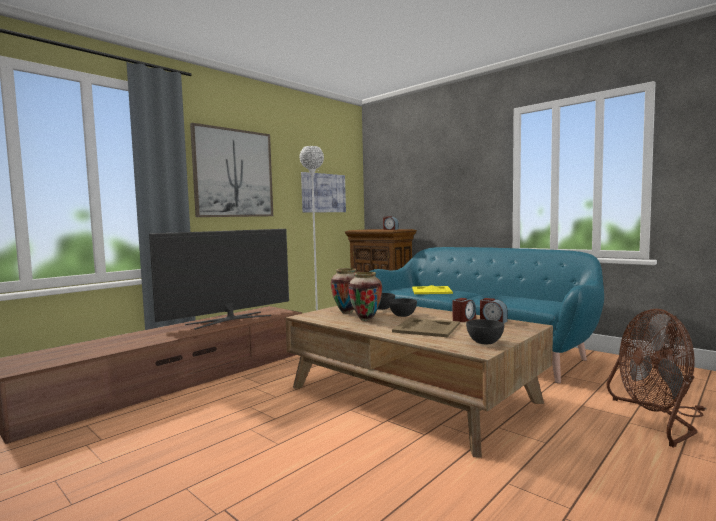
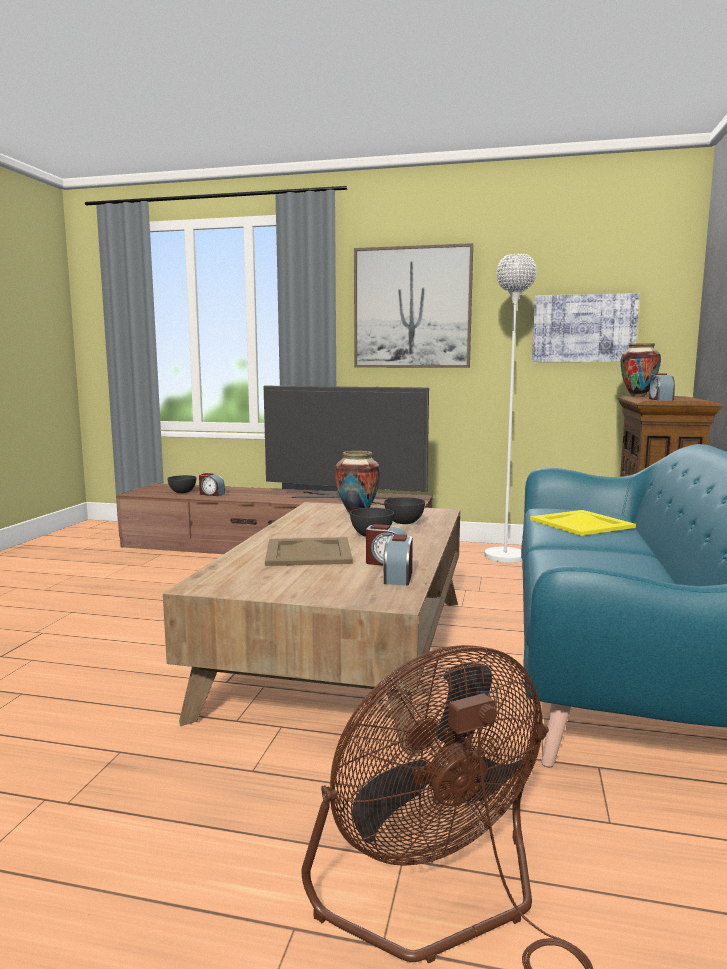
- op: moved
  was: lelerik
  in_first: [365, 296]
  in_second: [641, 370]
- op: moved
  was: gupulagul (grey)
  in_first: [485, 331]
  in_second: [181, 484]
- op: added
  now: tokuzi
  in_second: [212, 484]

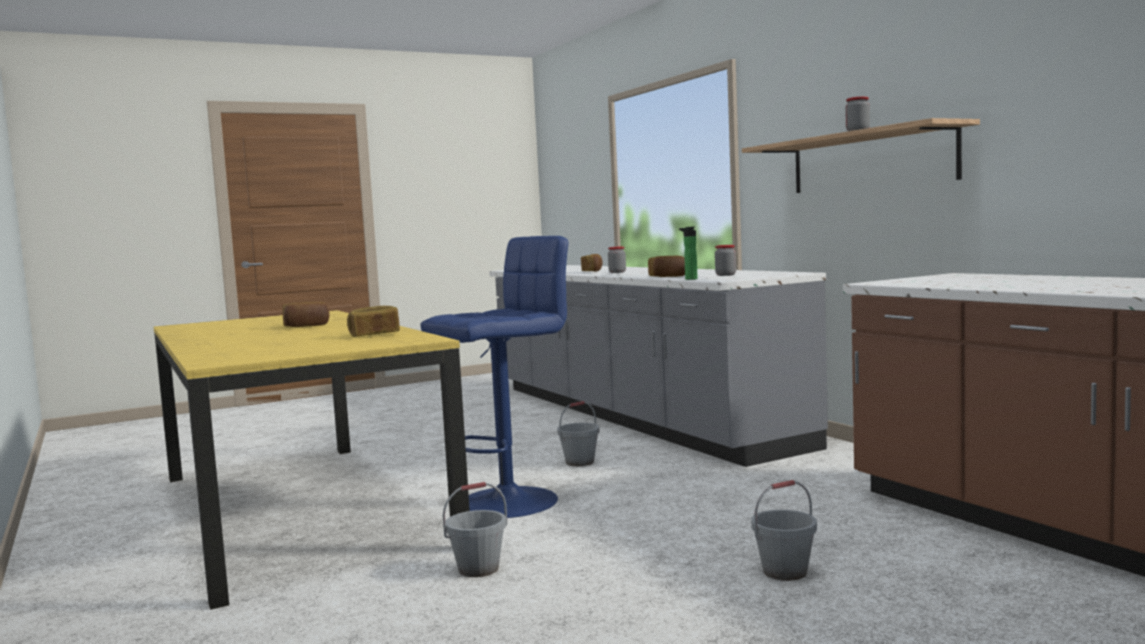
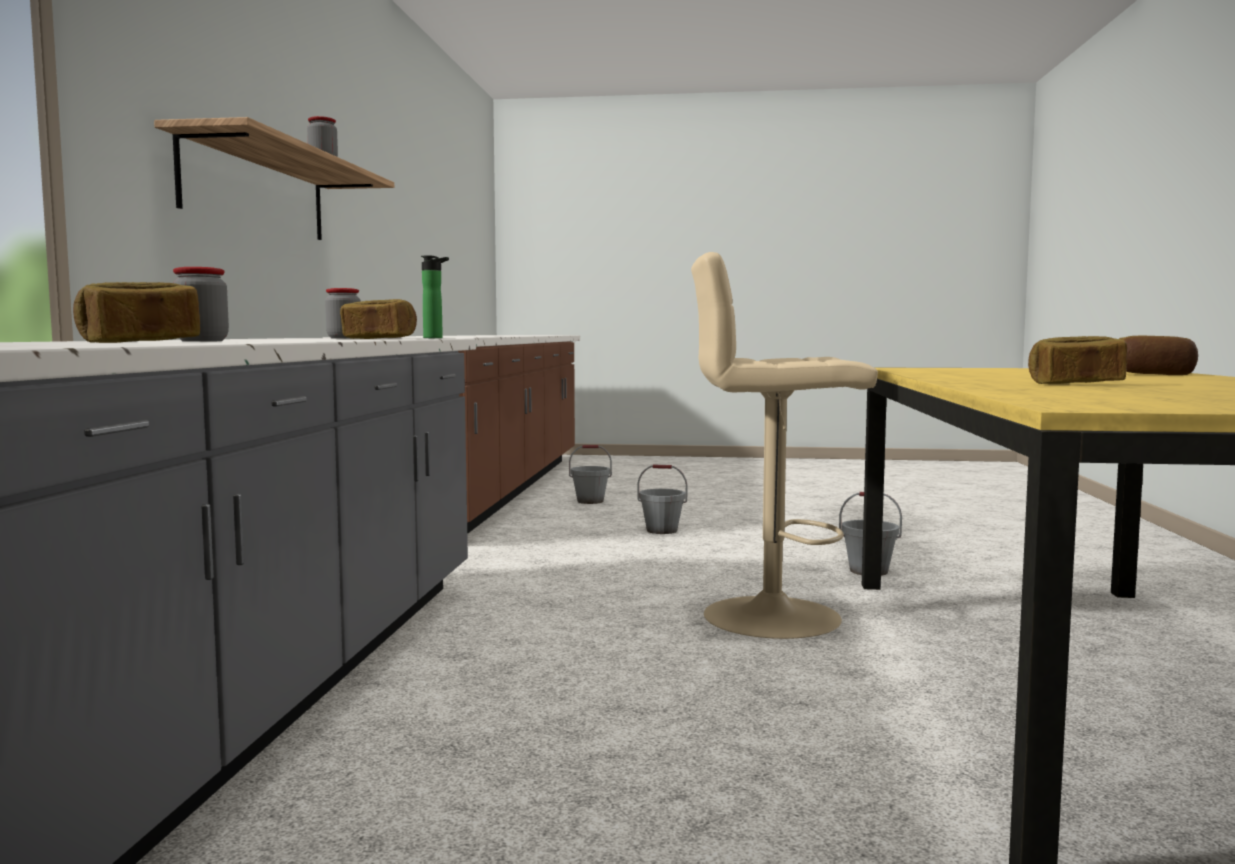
- op: recoloured
  was: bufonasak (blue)
  now: bufonasak (beige)
  in_first: [494, 377]
  in_second: [784, 445]
- op: moved
  was: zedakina
  in_first: [373, 321]
  in_second: [1158, 355]
- op: moved
  was: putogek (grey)
  in_first: [578, 433]
  in_second: [590, 474]

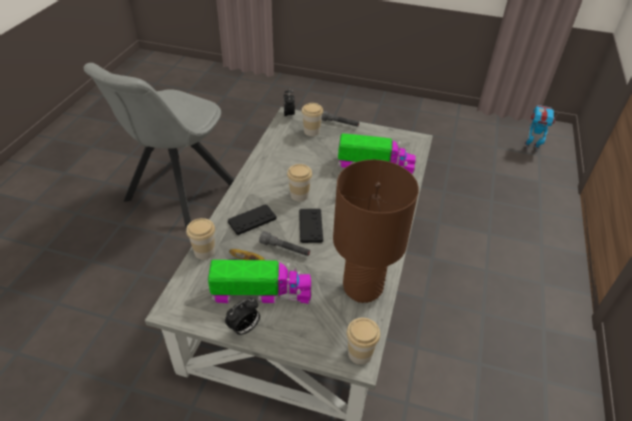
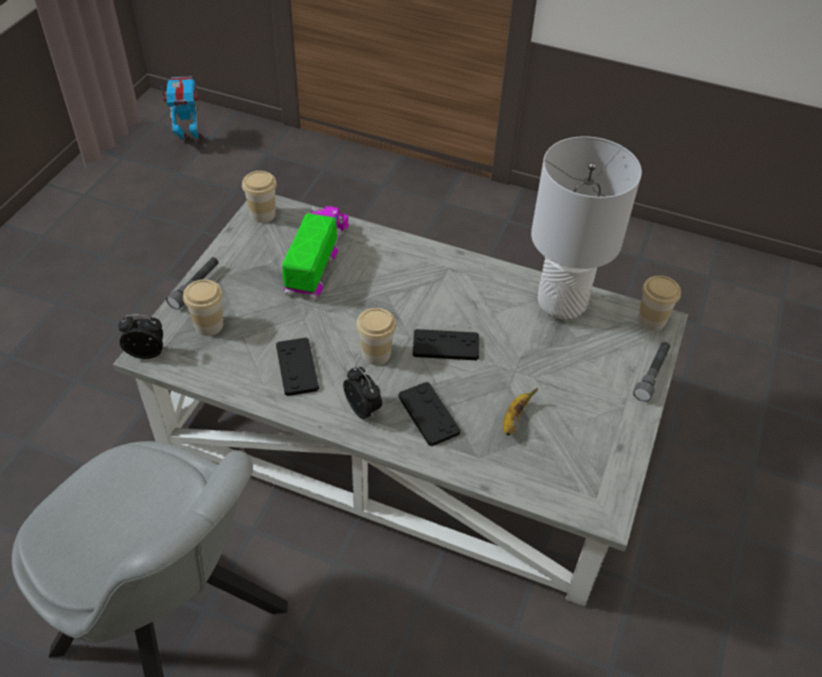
- op: turned
  was: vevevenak
  in_first: [541, 128]
  in_second: [181, 111]
  clockwise: 60
- op: recoloured
  was: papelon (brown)
  now: papelon (grey)
  in_first: [376, 231]
  in_second: [586, 228]
- op: moved
  was: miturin
  in_first: [200, 239]
  in_second: [259, 197]
- op: moved
  was: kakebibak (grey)
  in_first: [284, 243]
  in_second: [651, 372]
- op: removed
  was: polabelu
  in_first: [259, 282]
- op: moved
  was: tokuzi
  in_first: [242, 317]
  in_second: [362, 393]
- op: added
  now: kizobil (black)
  in_second: [297, 366]

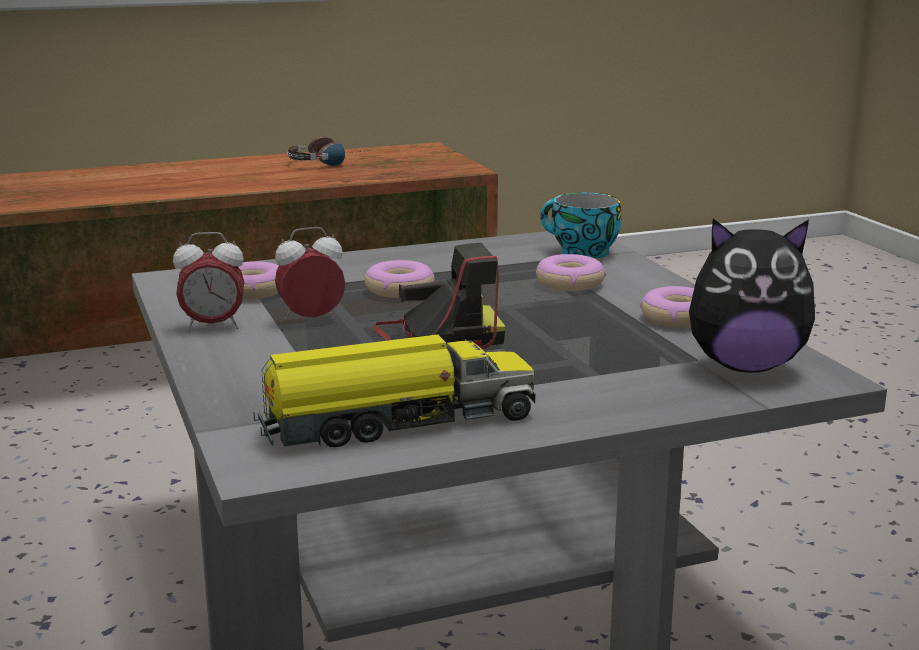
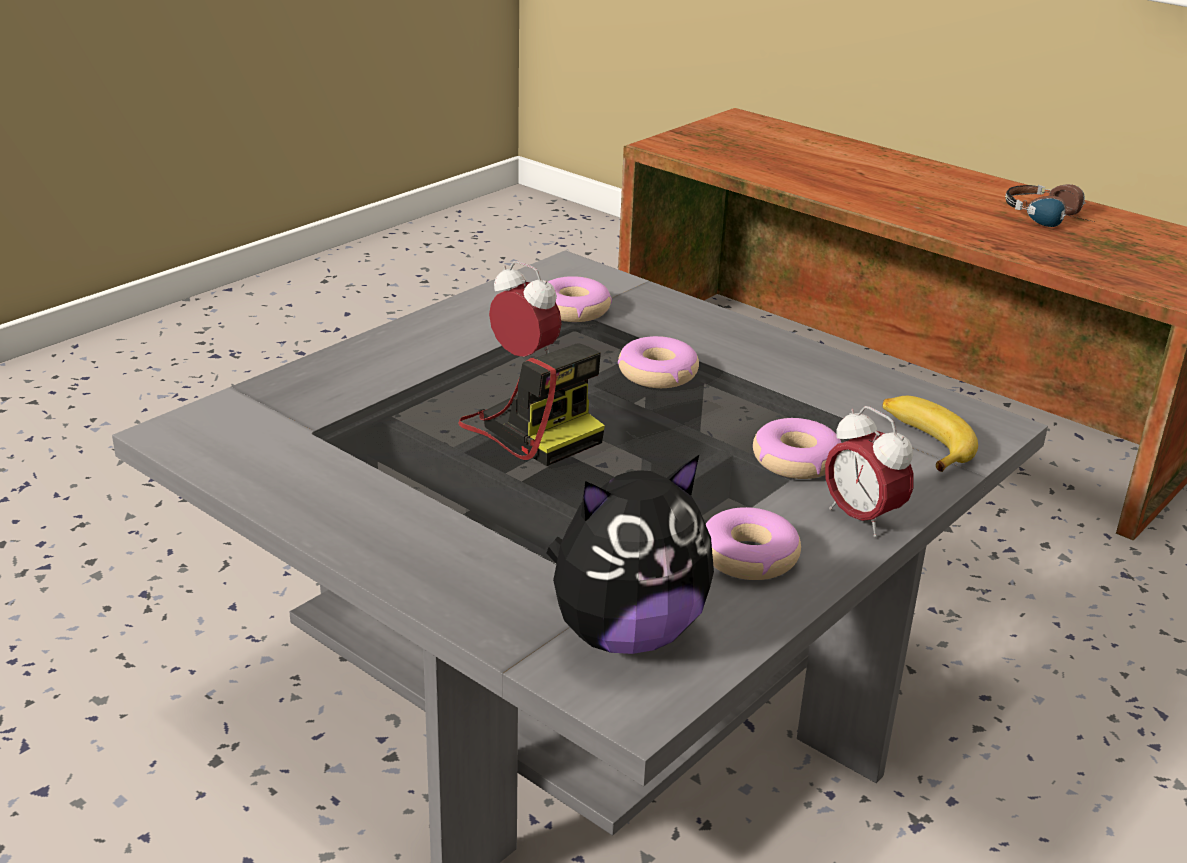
- op: replaced
  was: miturin
  now: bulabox
  in_first: [581, 225]
  in_second: [930, 434]
- op: turned
  was: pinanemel
  in_first: [752, 296]
  in_second: [630, 554]
  clockwise: -90
- op: moved
  was: tokuzi
  in_first: [208, 281]
  in_second: [869, 472]
- op: removed
  was: polabelu
  in_first: [395, 390]

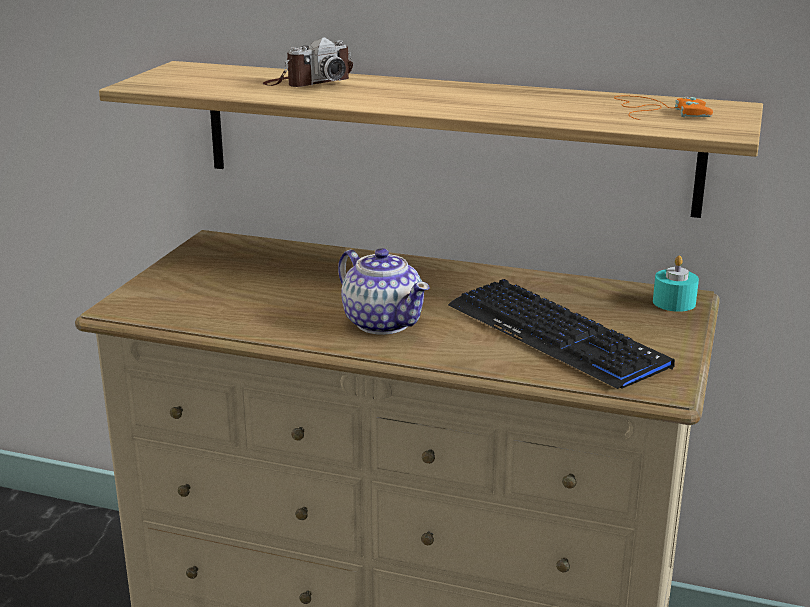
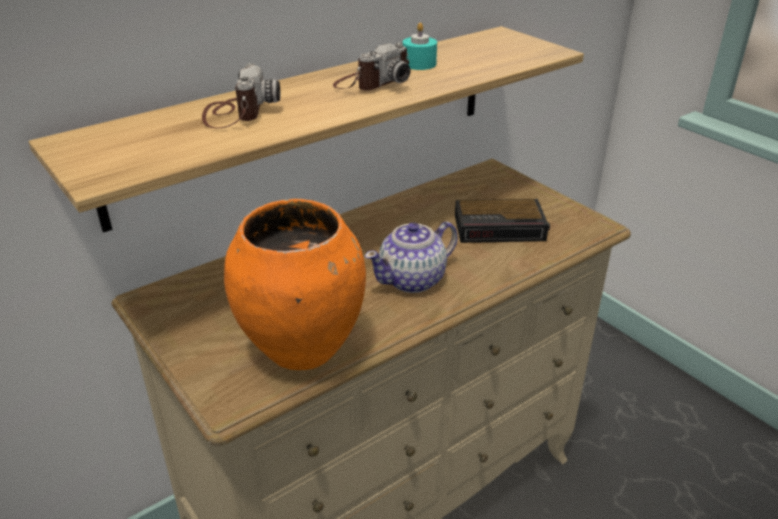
- op: removed
  was: kizobil (orange)
  in_first: [663, 108]
- op: turned
  was: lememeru
  in_first: [384, 291]
  in_second: [411, 257]
  clockwise: 150
- op: moved
  was: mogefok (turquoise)
  in_first: [676, 283]
  in_second: [420, 46]
- op: replaced
  was: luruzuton
  now: tokuzi
  in_first: [561, 334]
  in_second: [502, 221]
- op: added
  now: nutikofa
  in_second: [371, 66]
- op: added
  now: lelerik (orange)
  in_second: [295, 284]

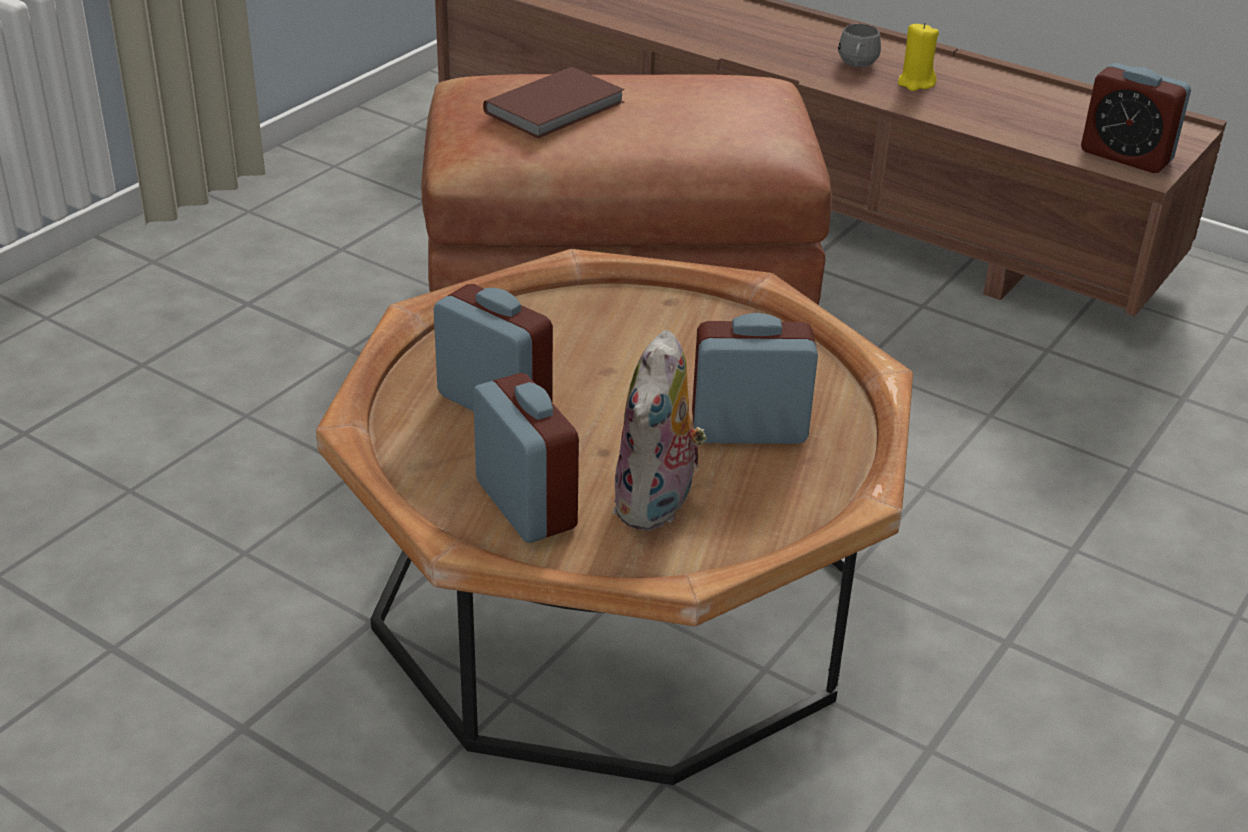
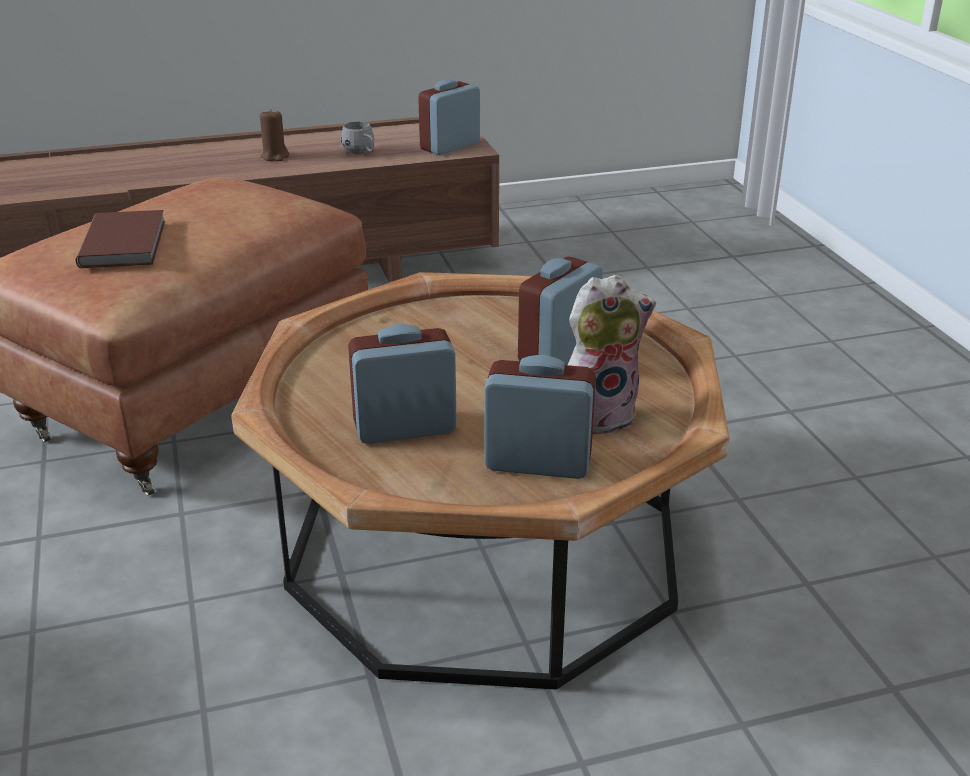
- op: recoloured
  was: mogefok (yellow)
  now: mogefok (brown)
  in_first: [918, 57]
  in_second: [274, 135]
- op: moved
  was: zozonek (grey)
  in_first: [859, 45]
  in_second: [357, 138]
- op: turned
  was: tokuzi
  in_first: [1136, 118]
  in_second: [449, 117]
  clockwise: 150
- op: turned
  was: pinanemel
  in_first: [659, 430]
  in_second: [612, 354]
  clockwise: -75

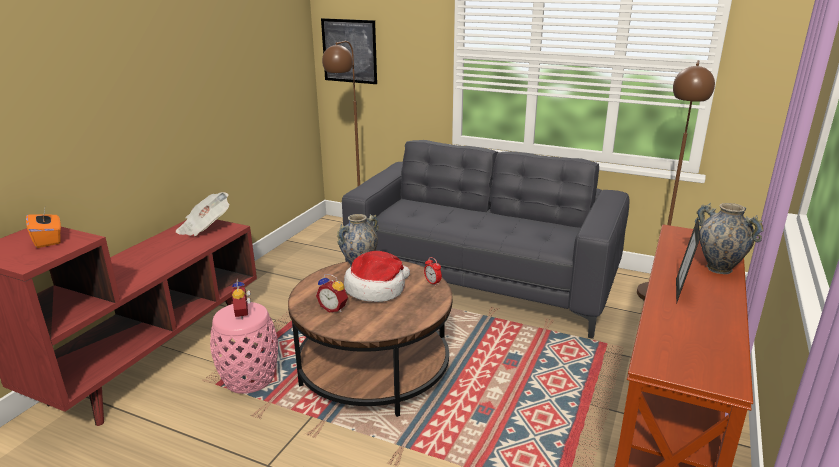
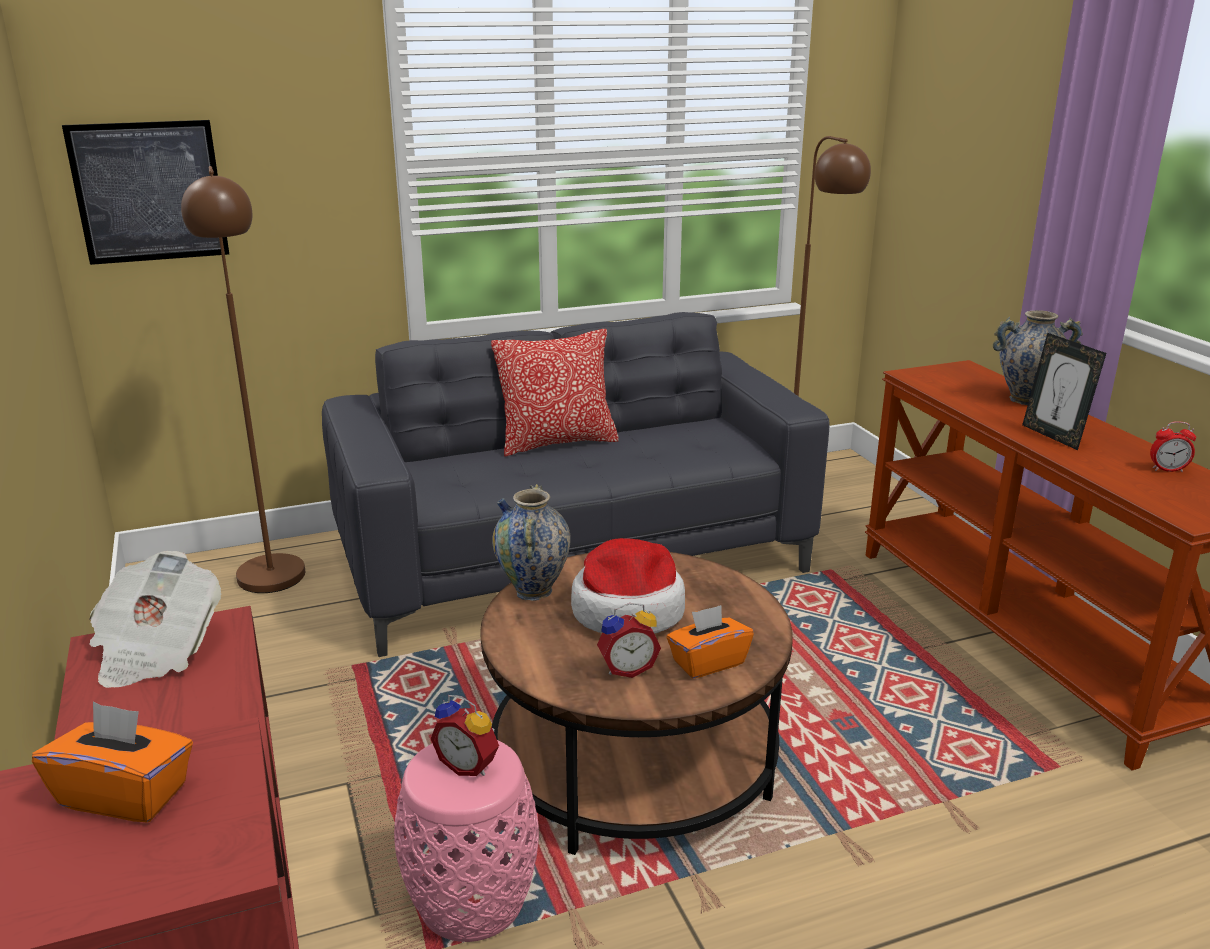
- op: moved
  was: tokuzi
  in_first: [433, 271]
  in_second: [1173, 446]
- op: added
  now: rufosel
  in_second: [555, 393]
- op: added
  now: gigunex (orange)
  in_second: [710, 642]

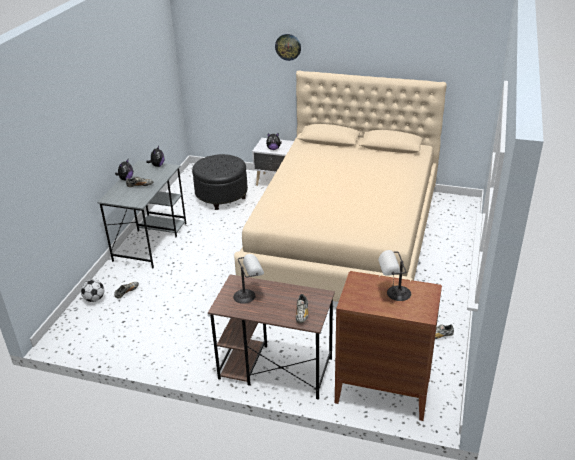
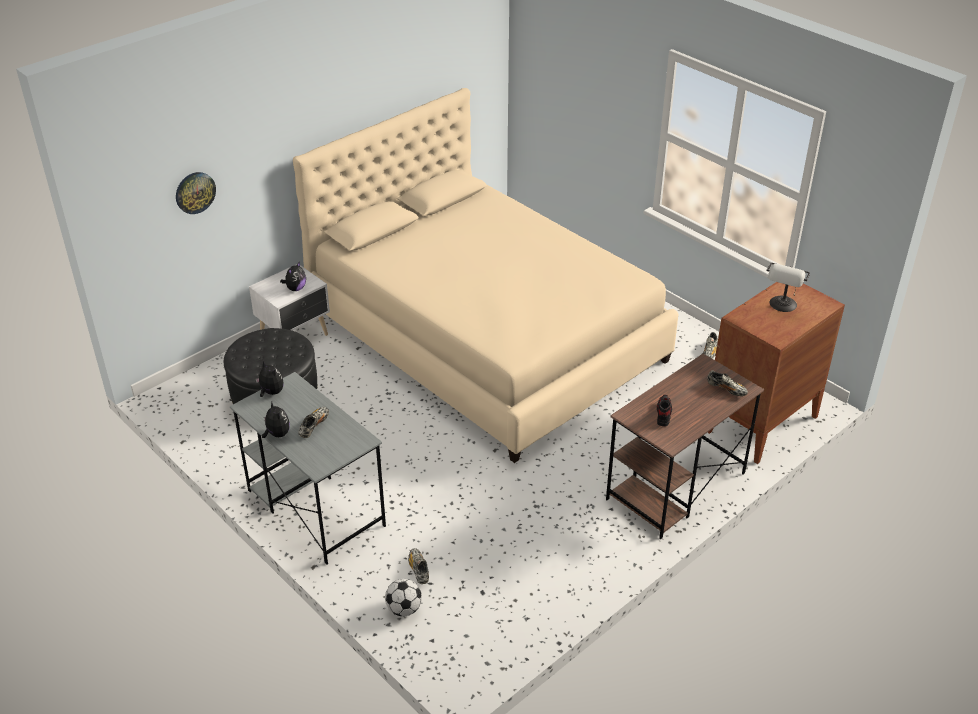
- op: moved
  was: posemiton
  in_first: [288, 47]
  in_second: [196, 193]
- op: replaced
  was: papelon
  now: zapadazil
  in_first: [248, 279]
  in_second: [664, 410]

